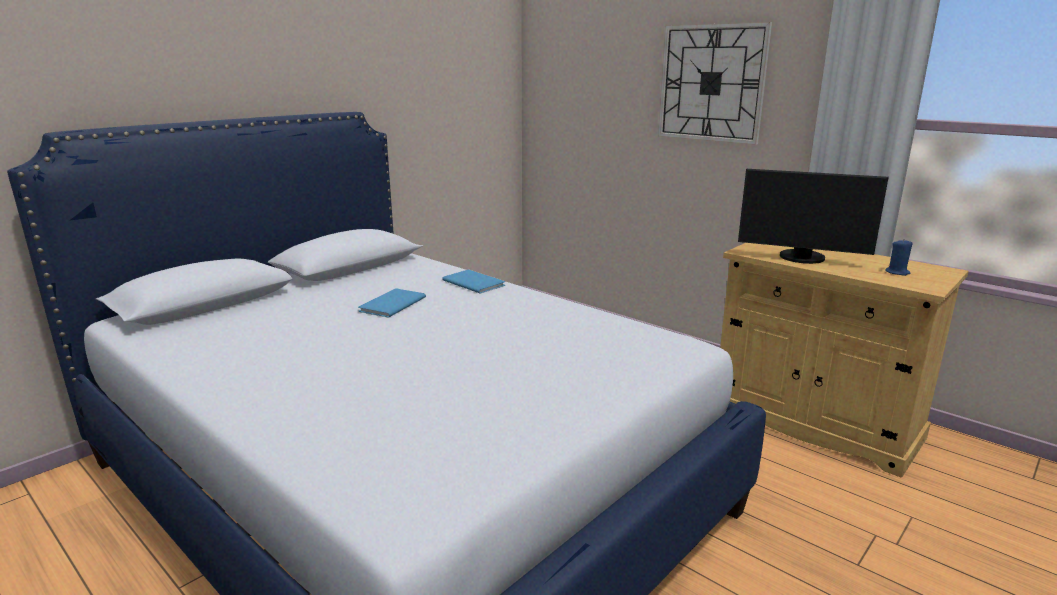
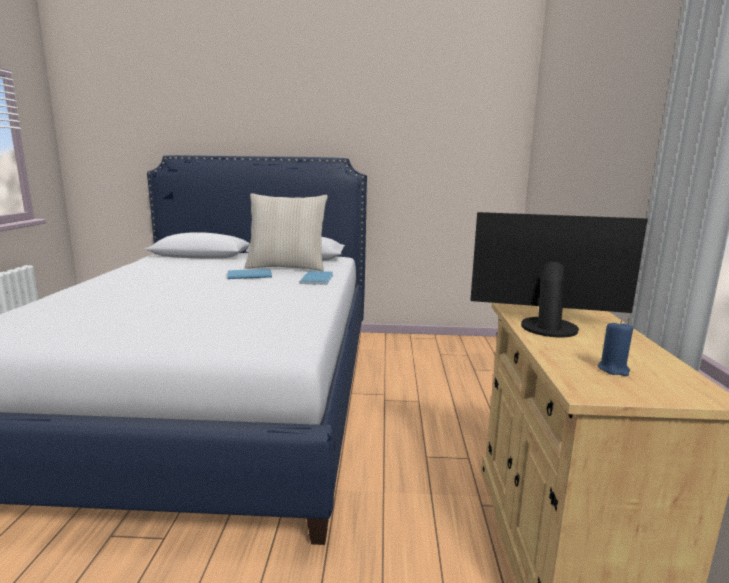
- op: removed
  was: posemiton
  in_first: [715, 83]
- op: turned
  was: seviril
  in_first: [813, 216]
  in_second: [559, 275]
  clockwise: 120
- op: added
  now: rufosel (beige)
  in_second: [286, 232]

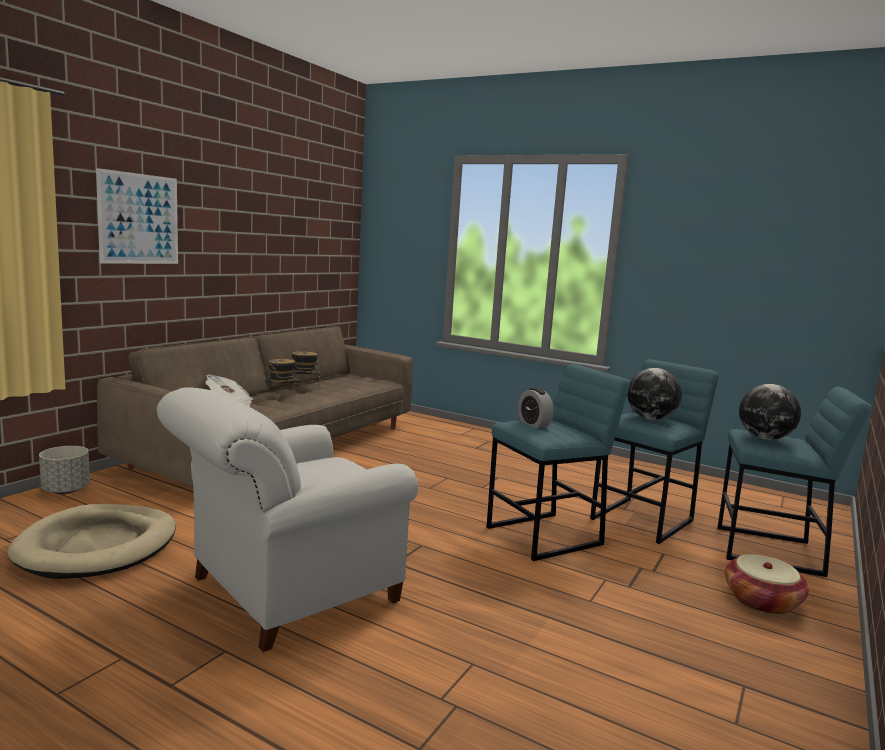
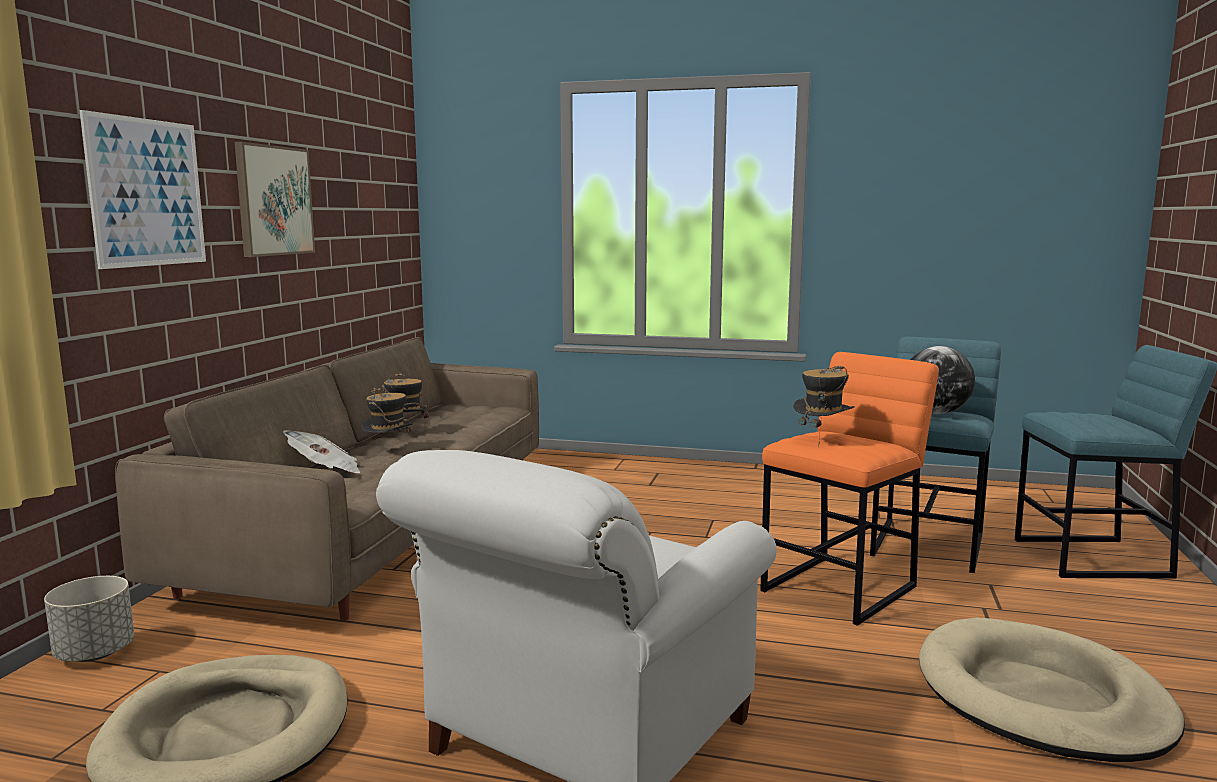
- op: recoloured
  was: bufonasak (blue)
  now: bufonasak (orange)
  in_first: [558, 462]
  in_second: [849, 489]
- op: removed
  was: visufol
  in_first: [770, 412]
- op: replaced
  was: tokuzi
  now: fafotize
  in_first: [536, 408]
  in_second: [824, 406]
- op: removed
  was: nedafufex
  in_first: [767, 584]
- op: added
  now: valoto
  in_second: [275, 199]
- op: added
  now: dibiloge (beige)
  in_second: [1052, 689]

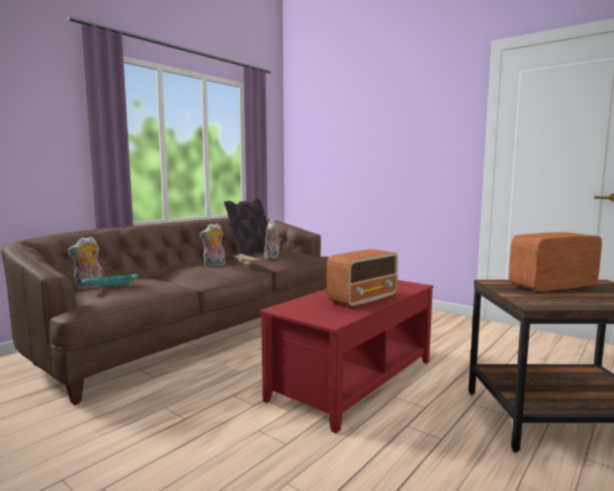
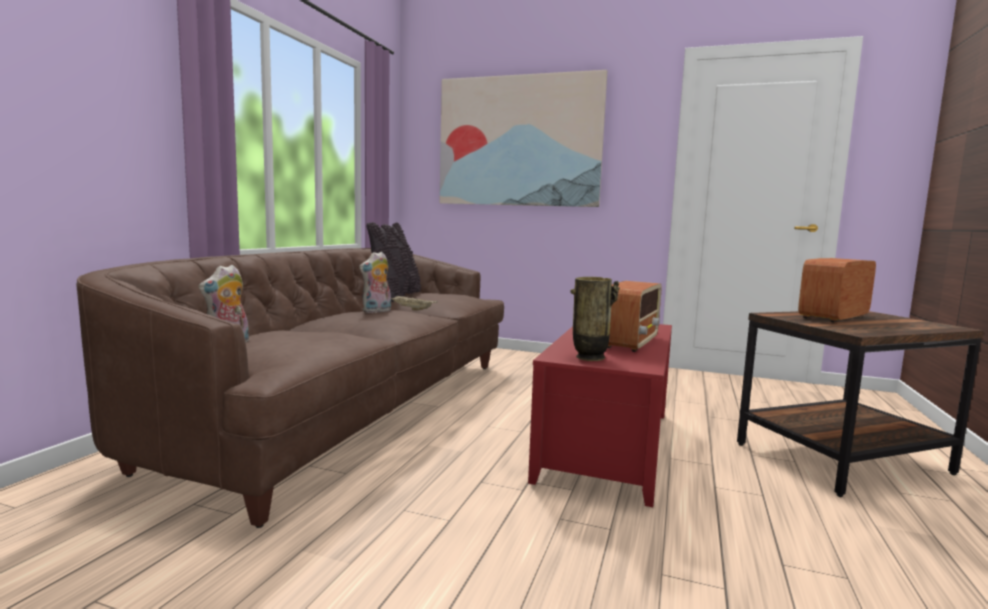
- op: removed
  was: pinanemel
  in_first: [273, 239]
- op: removed
  was: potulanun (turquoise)
  in_first: [109, 280]
- op: added
  now: valoto
  in_second: [523, 138]
- op: added
  now: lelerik
  in_second: [595, 319]

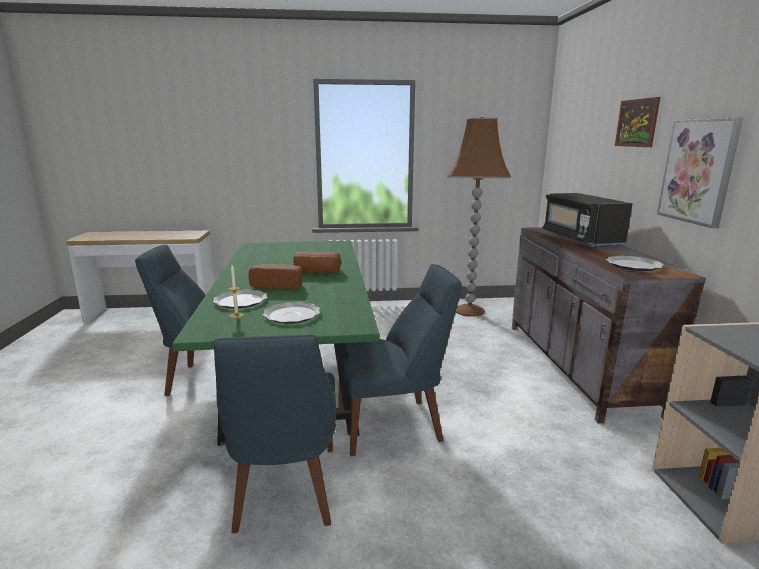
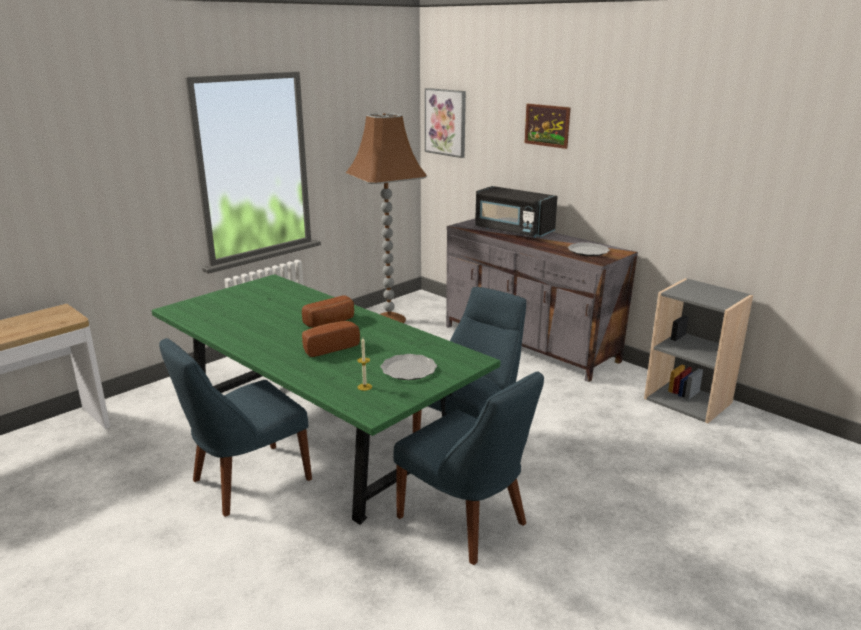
- op: moved
  was: valoto
  in_first: [700, 173]
  in_second: [445, 123]
- op: removed
  was: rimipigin
  in_first: [240, 299]

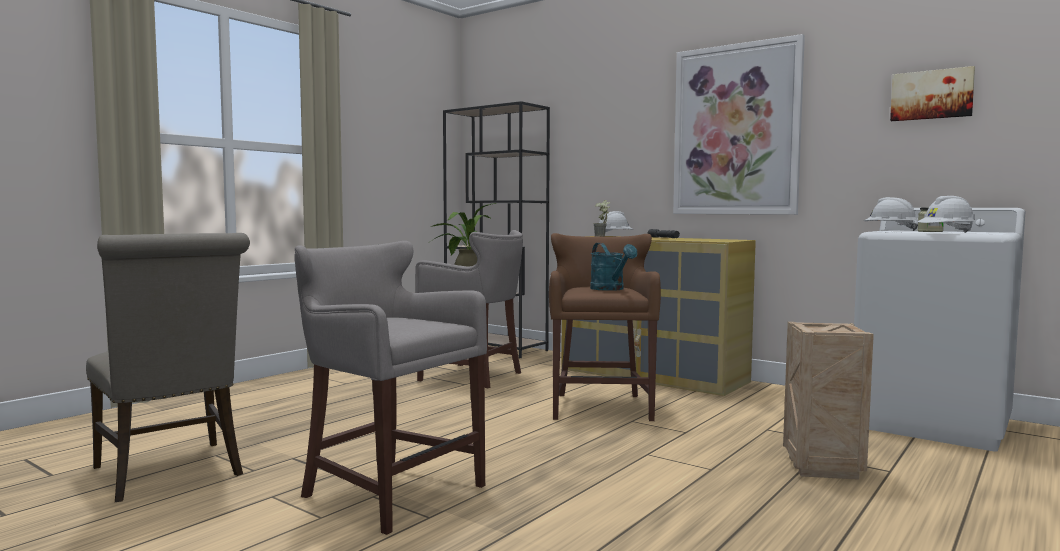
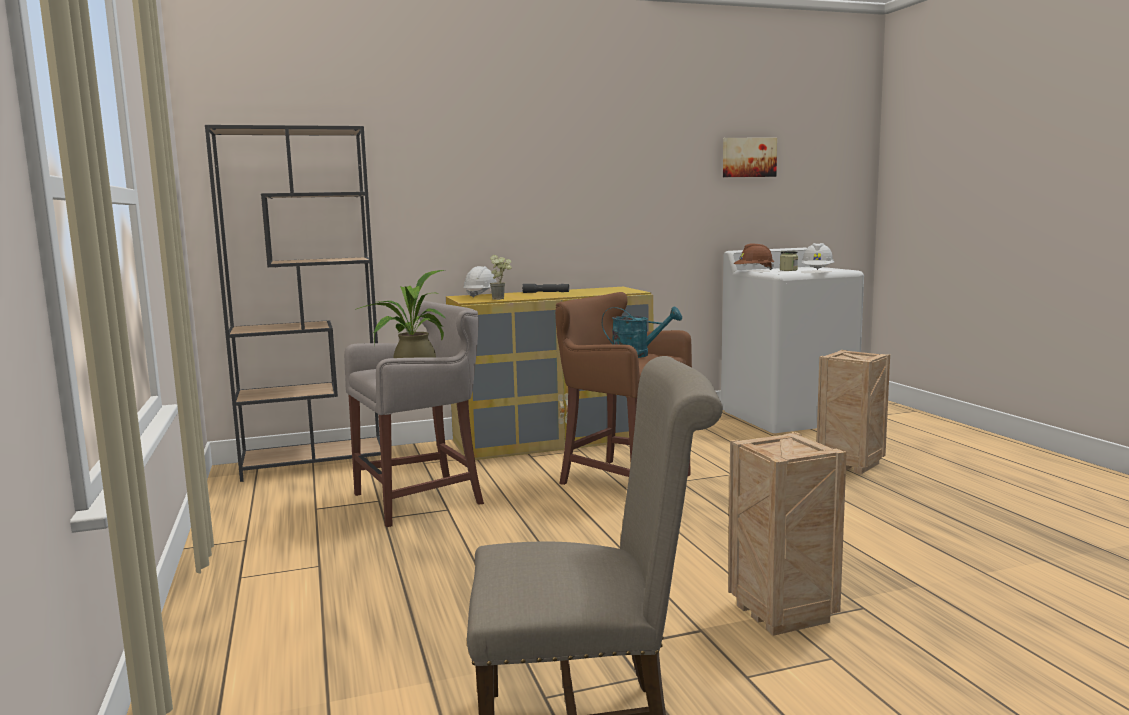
- op: removed
  was: valoto
  in_first: [739, 124]
- op: recoloured
  was: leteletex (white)
  now: leteletex (brown)
  in_first: [891, 214]
  in_second: [754, 256]
- op: replaced
  was: bufonasak (grey)
  now: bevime
  in_first: [390, 388]
  in_second: [787, 534]

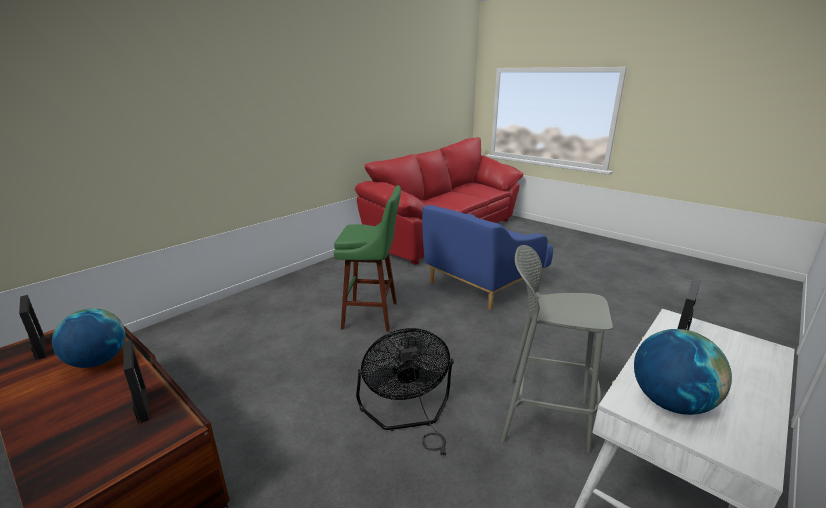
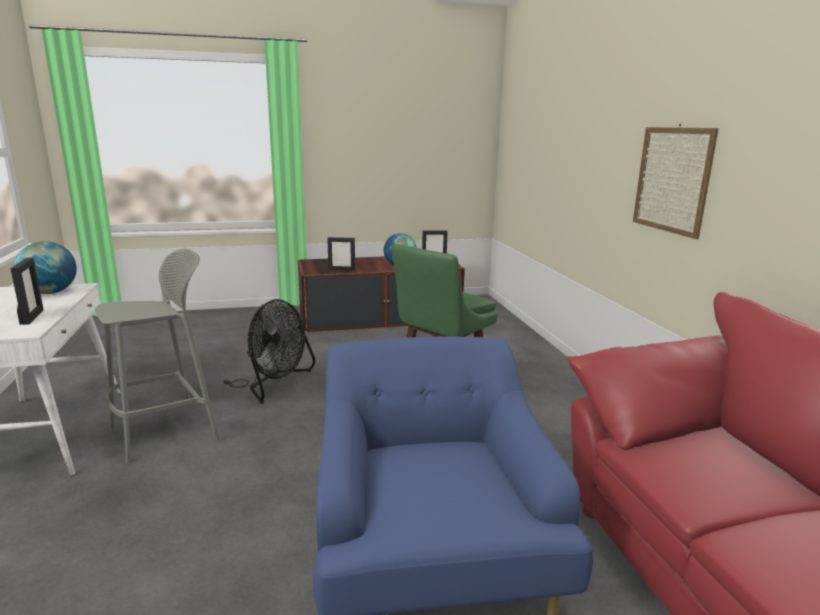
- op: added
  now: valoto
  in_second: [676, 181]

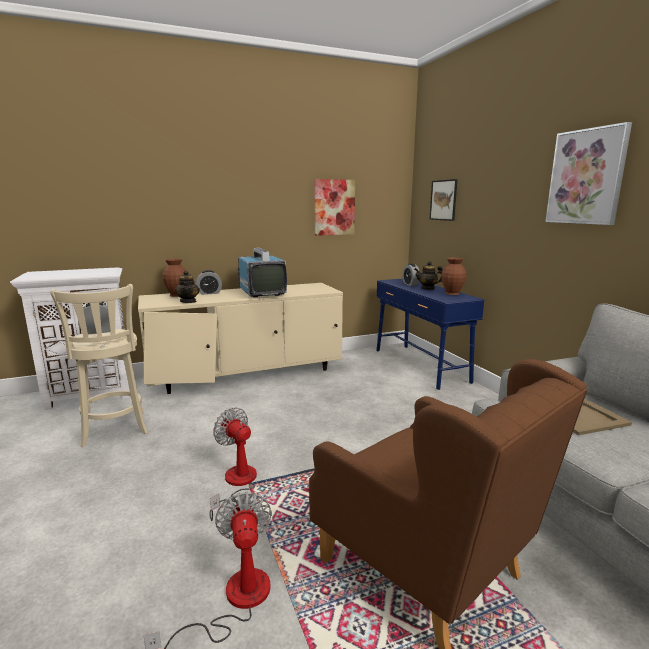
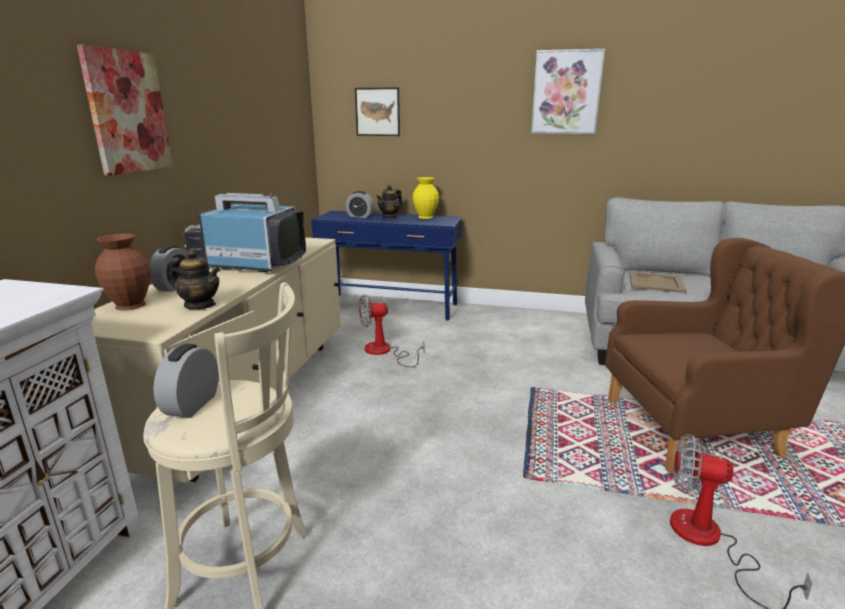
- op: moved
  was: valoto
  in_first: [334, 207]
  in_second: [125, 110]
- op: recoloured
  was: lelerik (brown)
  now: lelerik (yellow)
  in_first: [453, 276]
  in_second: [426, 198]
- op: moved
  was: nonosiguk
  in_first: [233, 464]
  in_second: [391, 330]

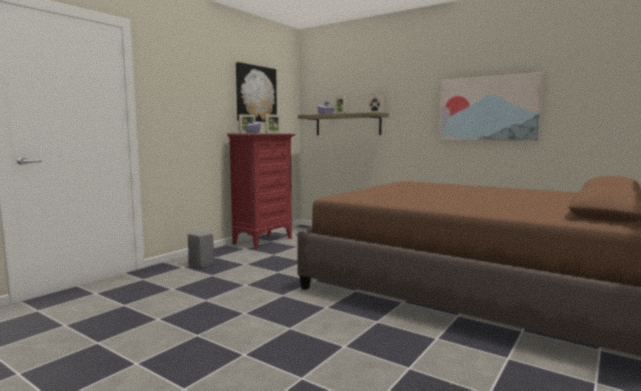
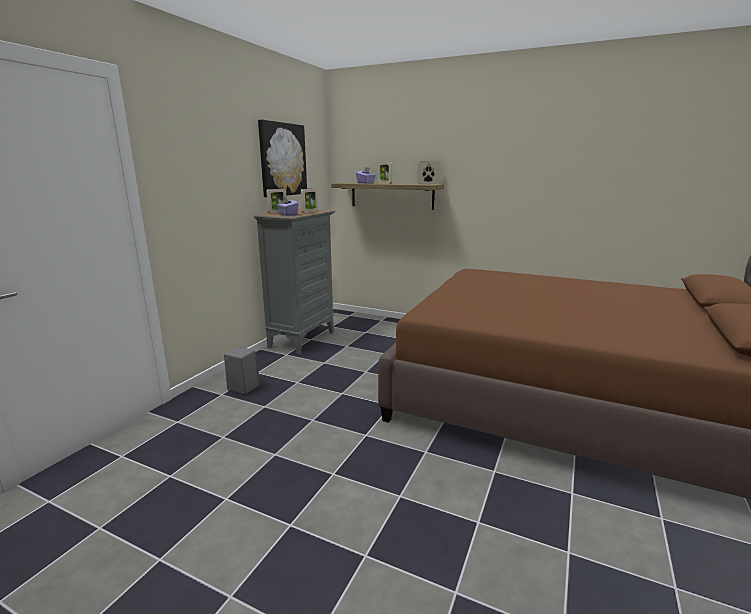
- op: removed
  was: valoto
  in_first: [491, 106]
- op: recoloured
  was: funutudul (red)
  now: funutudul (grey)
  in_first: [261, 191]
  in_second: [295, 282]

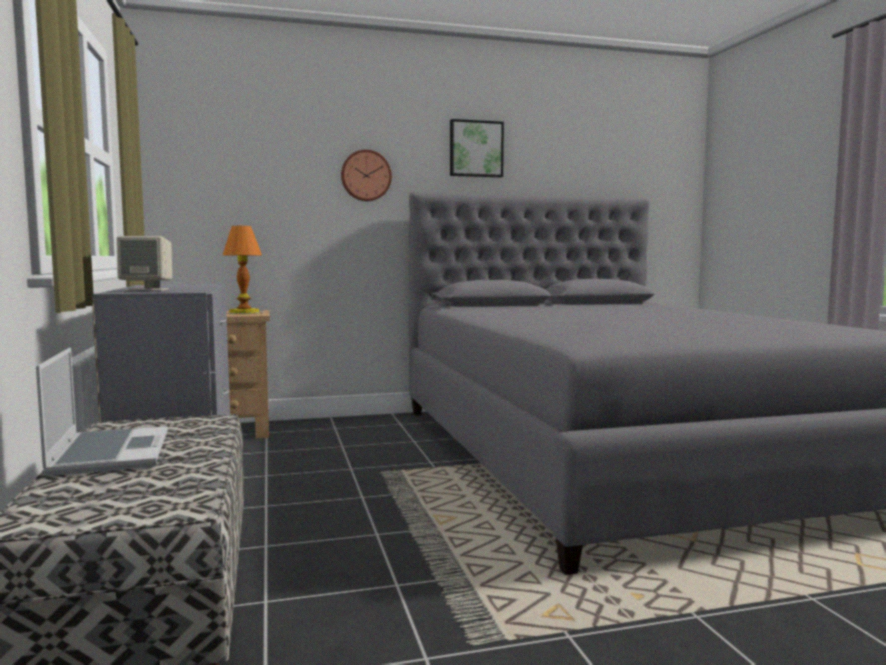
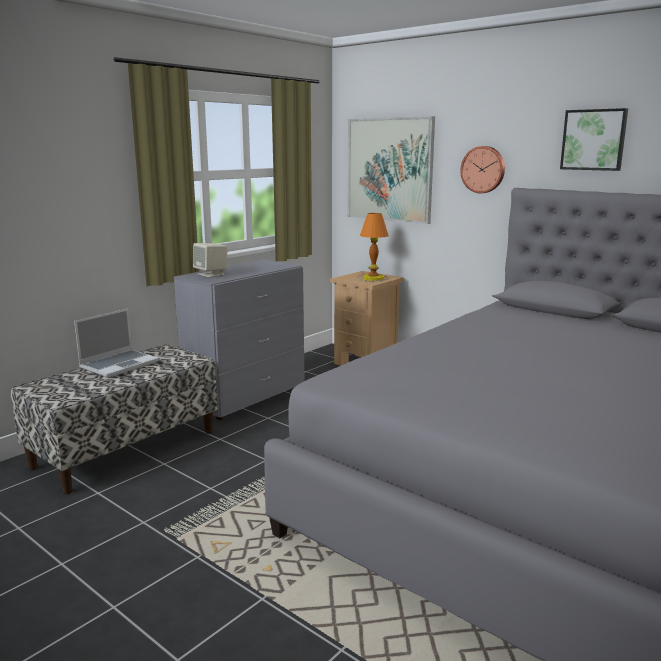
- op: added
  now: valoto
  in_second: [391, 170]

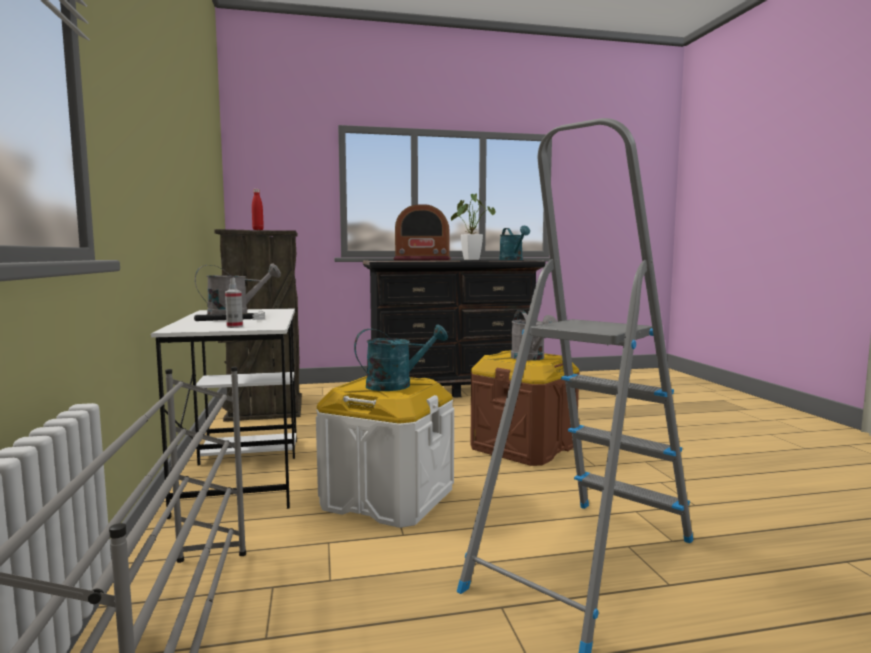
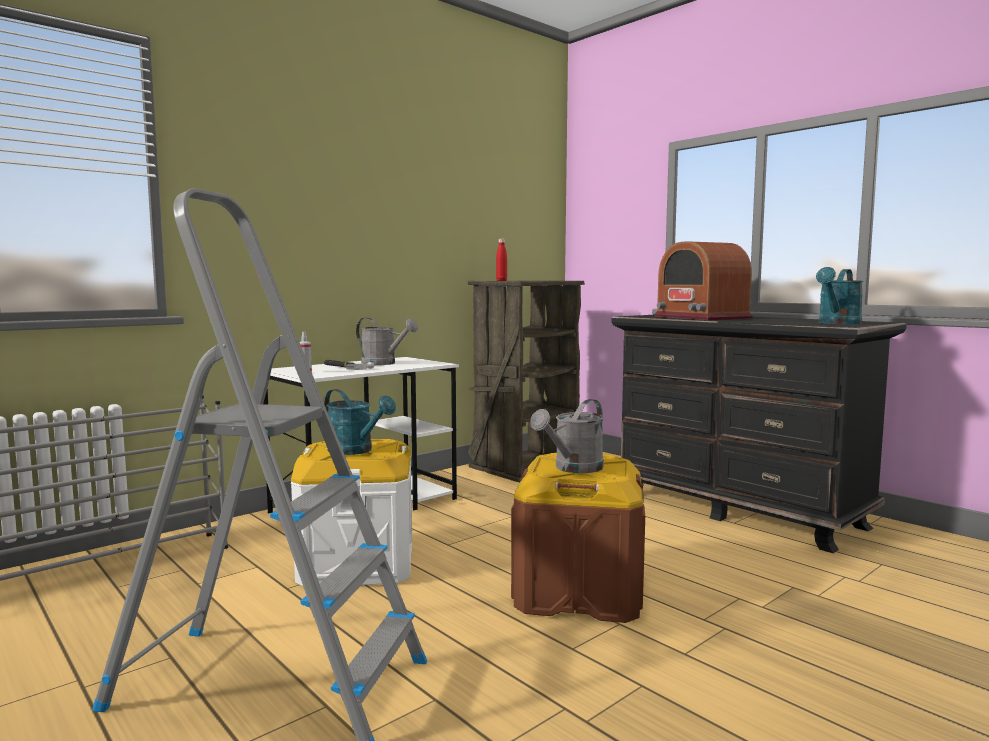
- op: removed
  was: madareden
  in_first: [473, 227]

